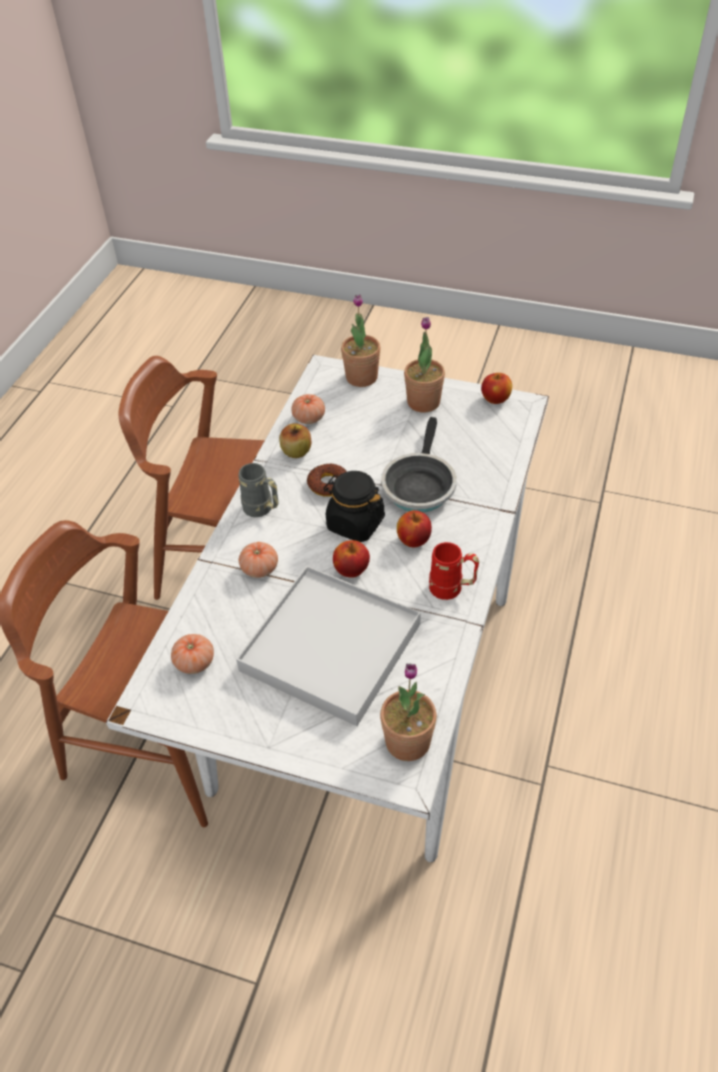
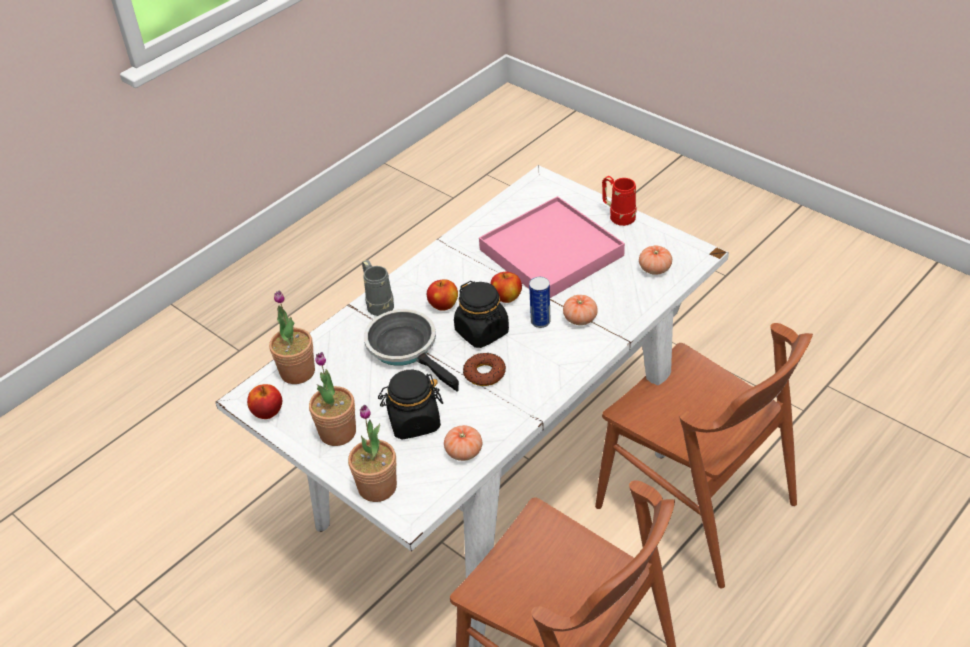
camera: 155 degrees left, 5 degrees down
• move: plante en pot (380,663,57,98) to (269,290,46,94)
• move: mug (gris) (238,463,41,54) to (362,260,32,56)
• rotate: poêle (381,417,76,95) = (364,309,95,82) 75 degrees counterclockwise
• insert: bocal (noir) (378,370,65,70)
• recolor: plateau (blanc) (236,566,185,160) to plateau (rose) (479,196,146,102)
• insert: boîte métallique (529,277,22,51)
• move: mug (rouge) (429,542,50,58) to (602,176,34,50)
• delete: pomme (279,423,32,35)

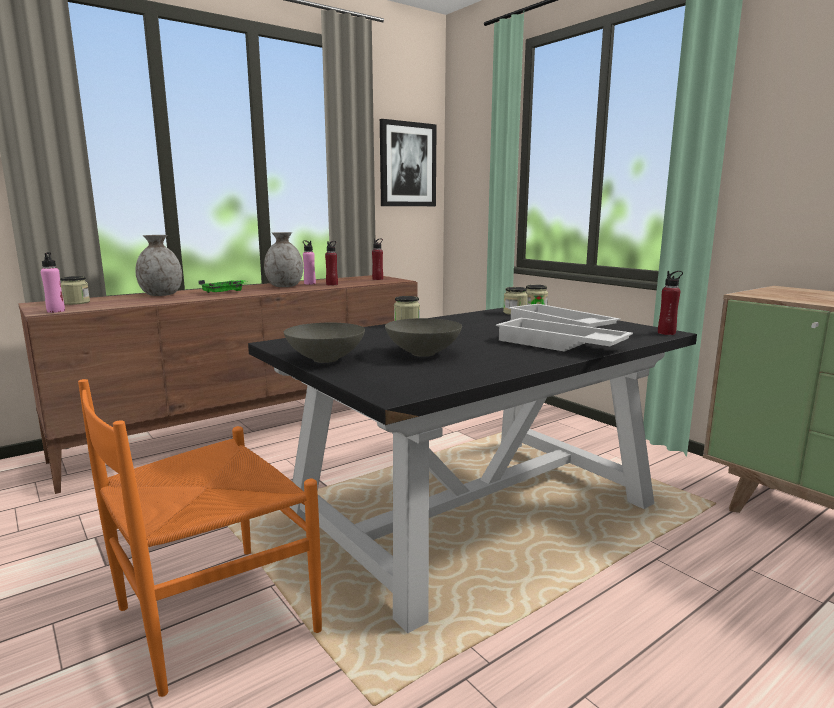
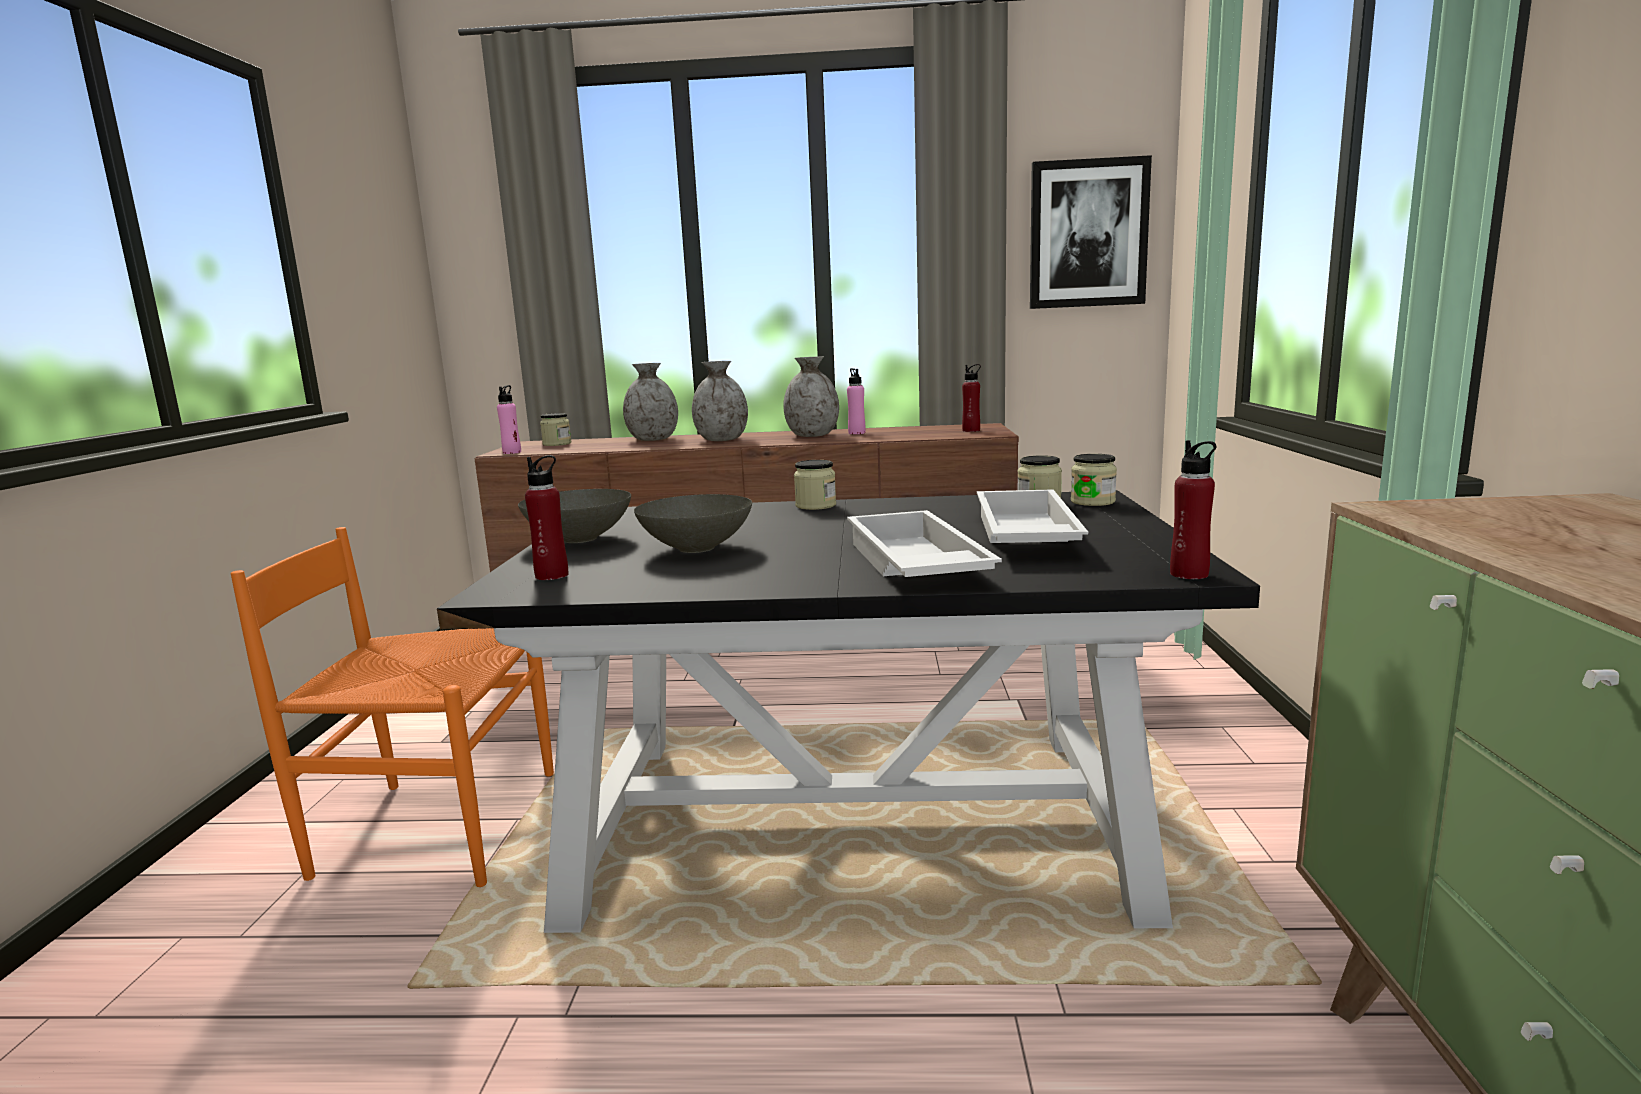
camera: 40 degrees right, 0 degrees up
• move: bouteille (rouge) (325,241,13,45) to (525,455,43,125)
• replace: plateau (vert) (199,280,46,13) to vase (gris) (692,361,56,80)

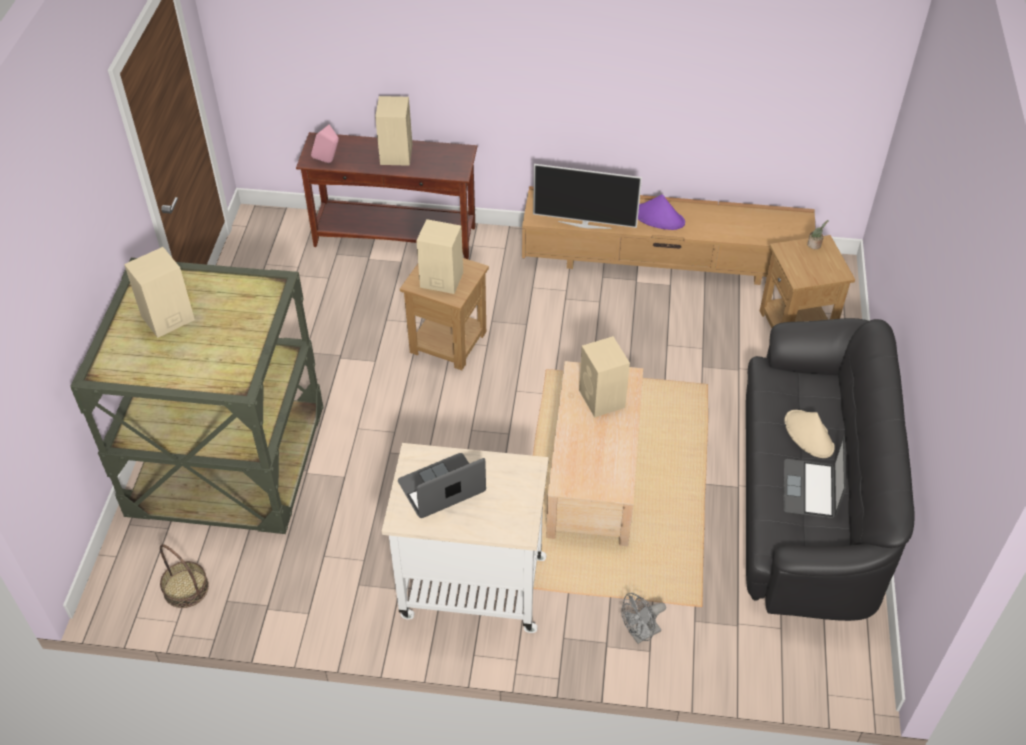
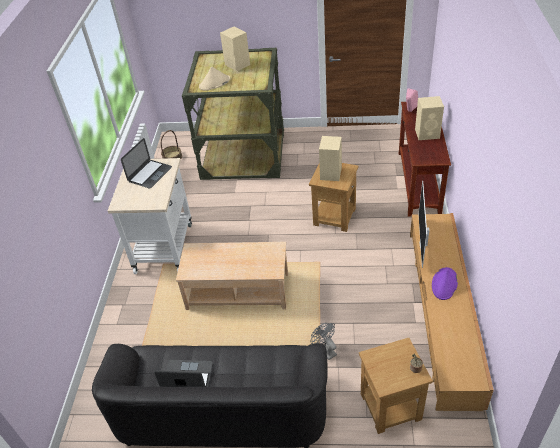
camera: 90 degrees right, 5 degrees down
• rotate: ordinateur portable (398,453,88,65) = (121,138,51,51) 60 degrees clockwise
• move: chapeau (beige) (784,410,51,48) to (199,67,31,24)
• move: ventilateur (gris) (621,593,45,51) to (310,323,27,37)
• delete: enceinte (beige) (579,336,51,82)

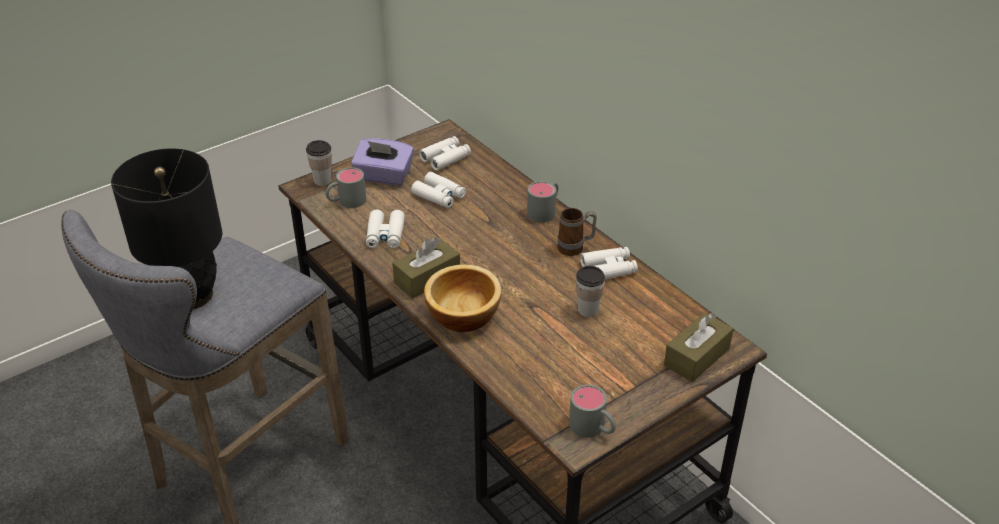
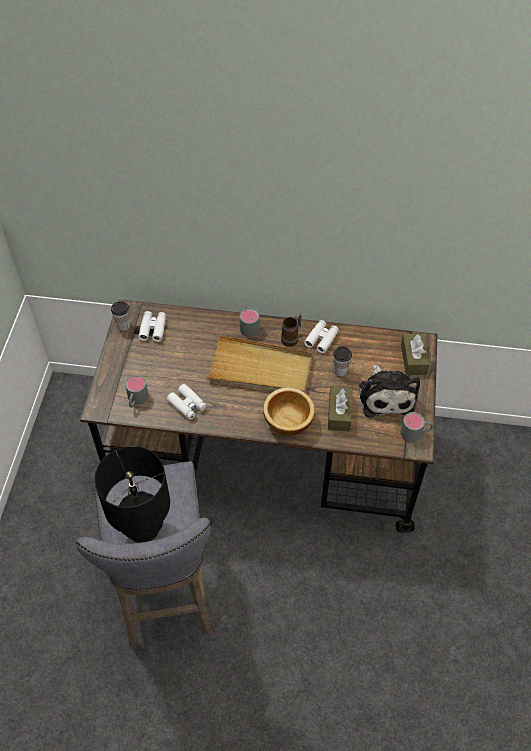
camera: 45 degrees left, 15 degrees up
• move: tasse (306,140,26,46) to (111,301,19,30)
• insert: plateau (beige) (207,335,106,58)
• move: boîte à mouchoirs (marron) (392,237,68,61) to (328,386,25,45)
• insert: peluche (359,363,61,55)
• delete: boîte à mouchoirs (violet) (351,138,63,47)
• delete: jumelles (blanc) (411,172,55,36)

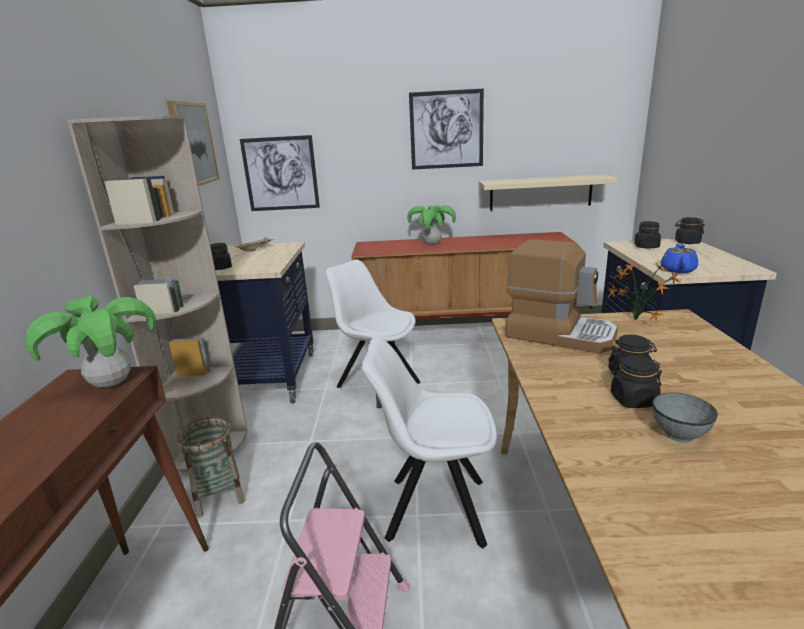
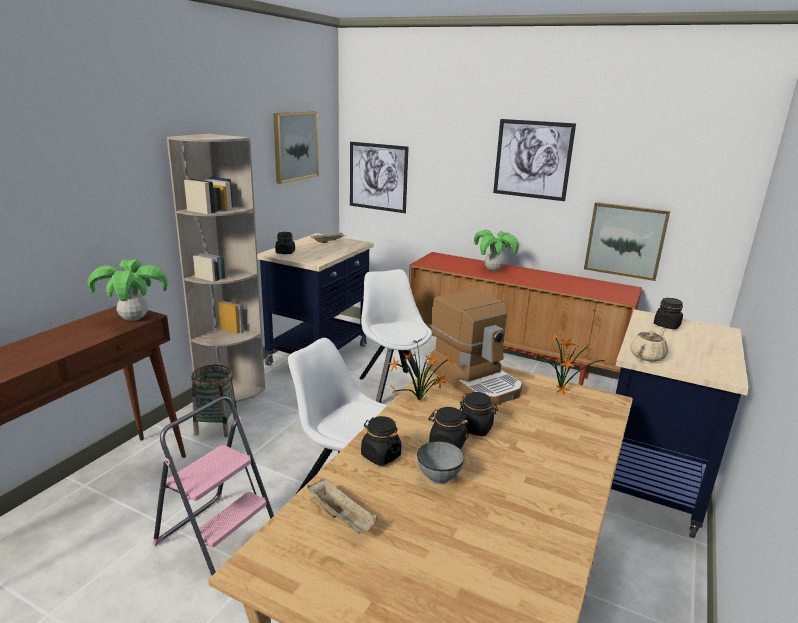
camera: 25 degrees right, 0 degrees up
• insert: plateau (beige) (307,479,70,55)
• move: bocal (noir) (675,217,30,27) to (361,416,40,50)
• insert: plante en pot (389,338,67,62)
• replace: étagère (beige) (479,174,139,37) to tableau (584,202,86,79)
• recolor: théière (bleu) (661,244,37,29) to théière (beige) (630,329,38,33)

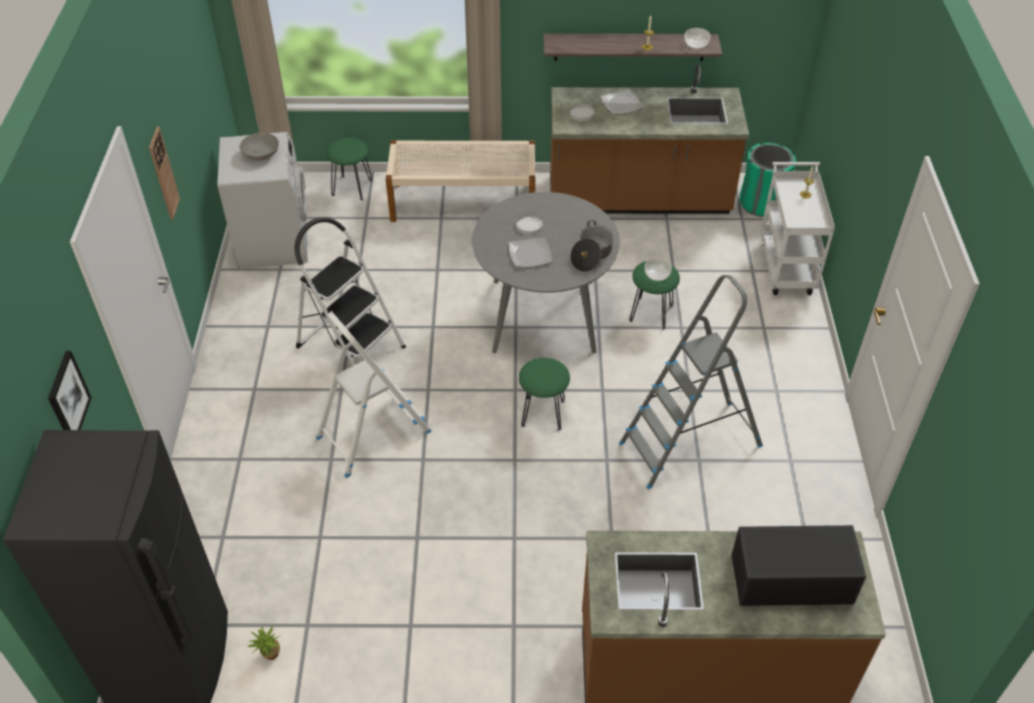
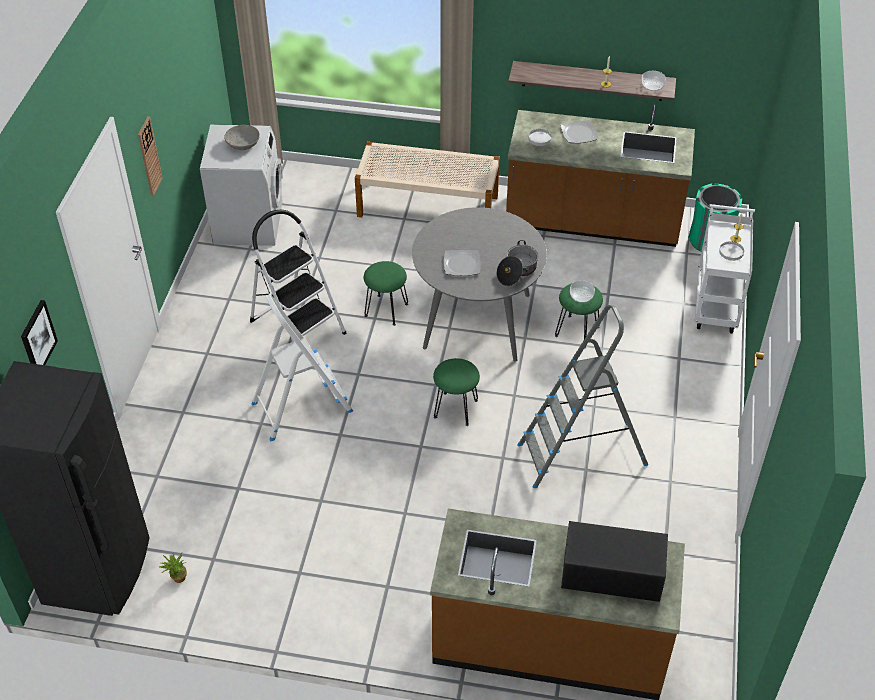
camera: 10 degrees right, 0 degrees up
• move: tabouret (vert) (326,138,47,62) to (364,261,44,65)
• move: assiette (blanc) (516,214,27,20) to (719,241,25,20)

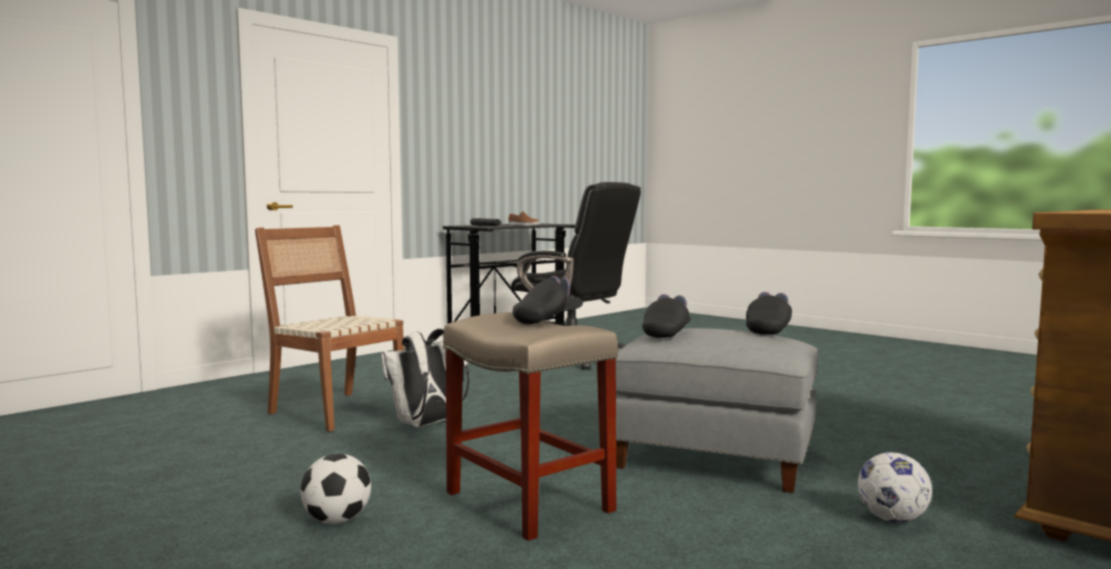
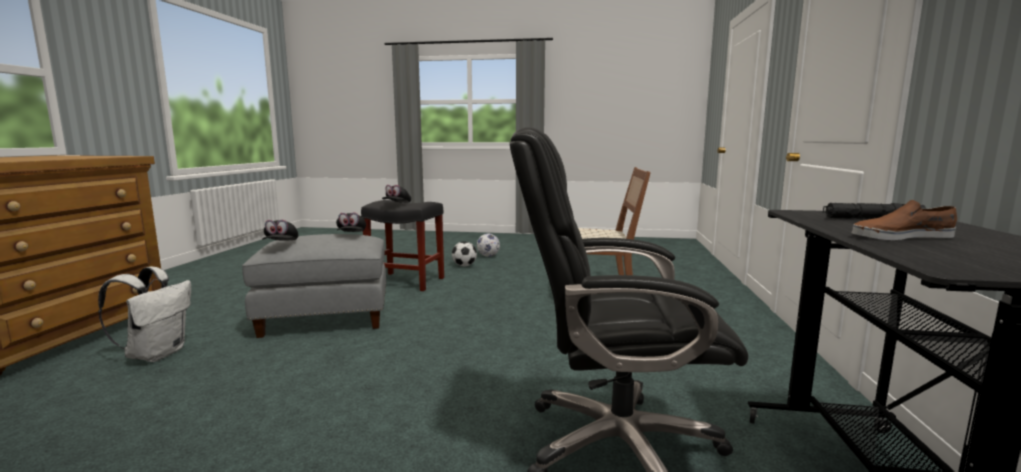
camera: 145 degrees right, 5 degrees up
• move: sac à dos (blanc) (381,328,89,99) to (98,267,93,95)
• recolor: tabouret (beige) (443,312,175,229) to tabouret (noir) (361,200,83,91)
• move: ballon de foot (858,452,74,71) to (477,234,23,23)

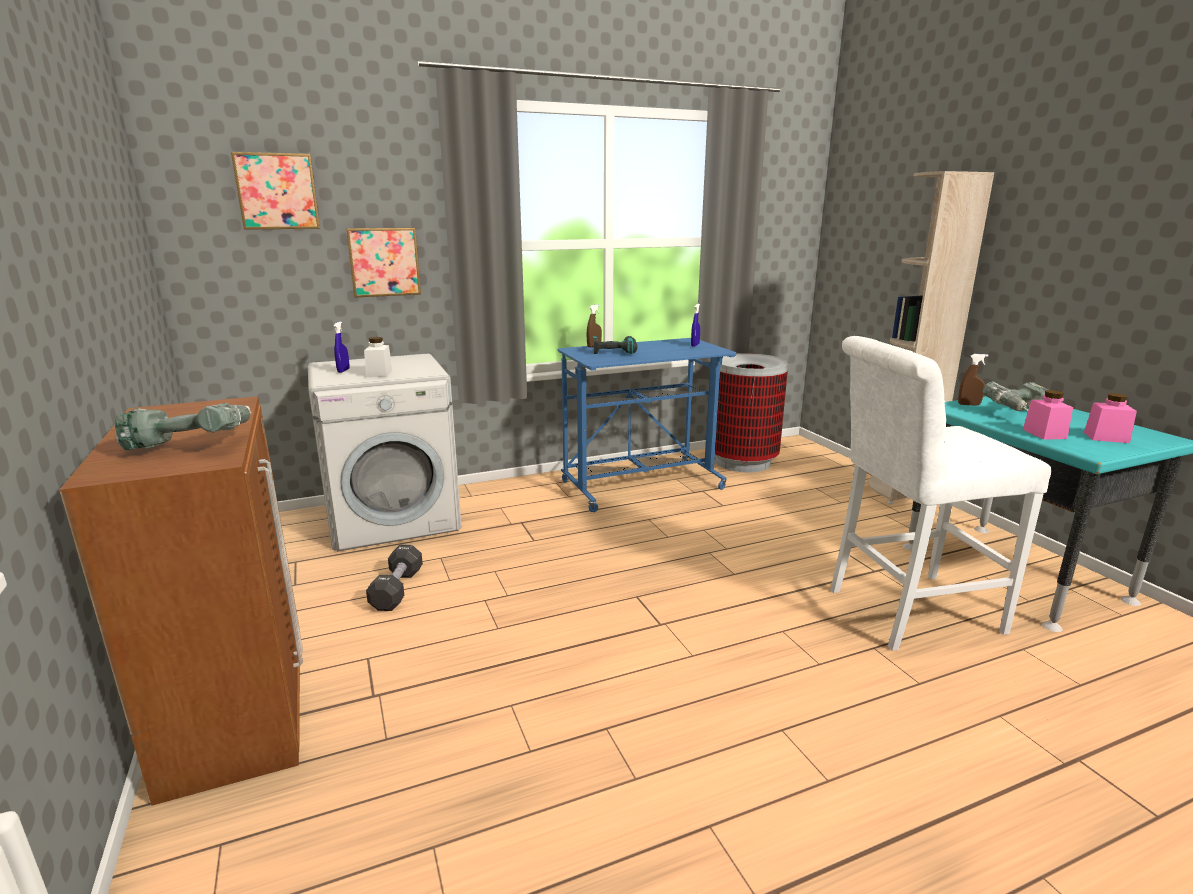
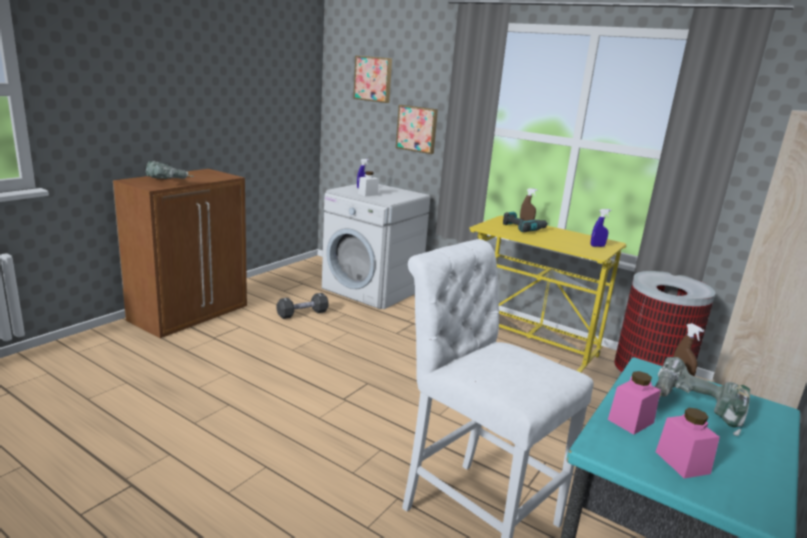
camera: 55 degrees right, 0 degrees up
• recolor: bureau (bleu) (558,338,178,174) to bureau (jaune) (469,216,158,156)

